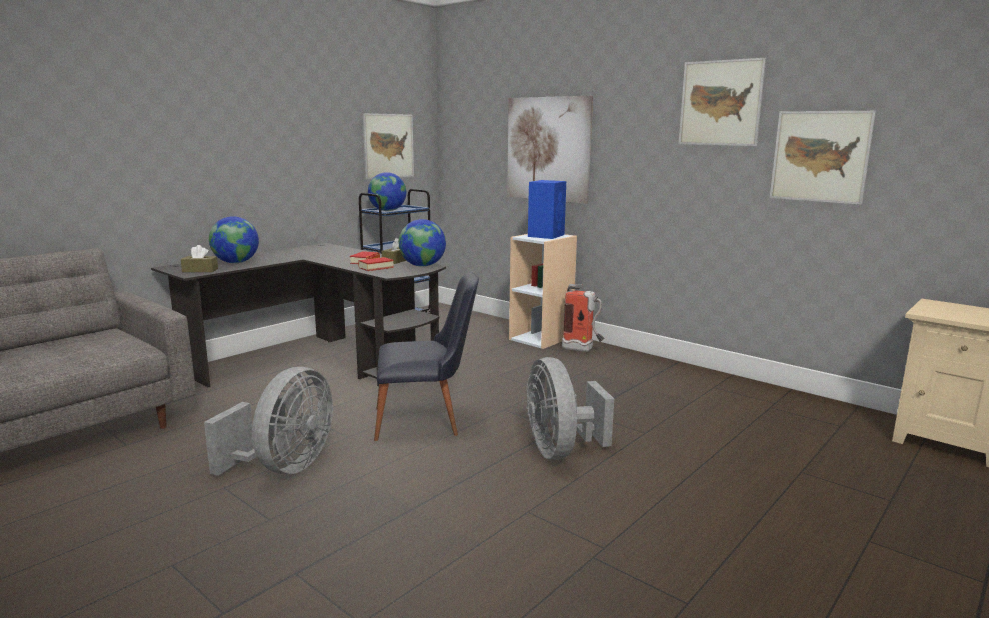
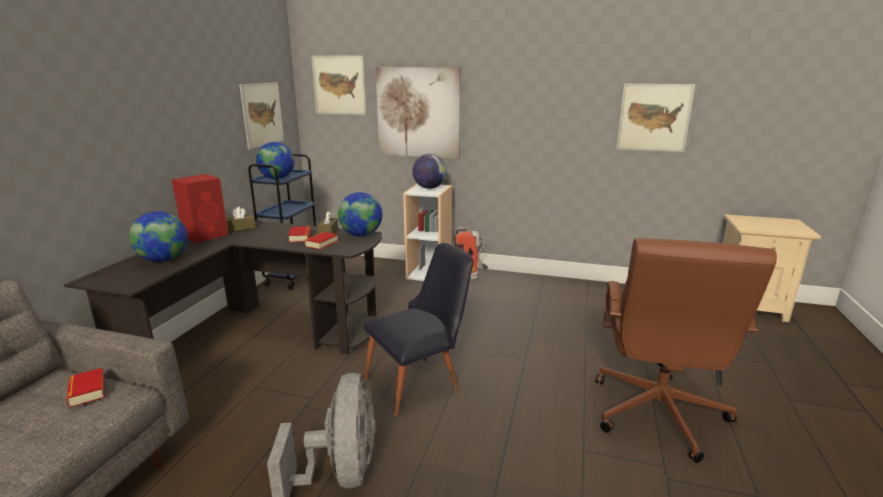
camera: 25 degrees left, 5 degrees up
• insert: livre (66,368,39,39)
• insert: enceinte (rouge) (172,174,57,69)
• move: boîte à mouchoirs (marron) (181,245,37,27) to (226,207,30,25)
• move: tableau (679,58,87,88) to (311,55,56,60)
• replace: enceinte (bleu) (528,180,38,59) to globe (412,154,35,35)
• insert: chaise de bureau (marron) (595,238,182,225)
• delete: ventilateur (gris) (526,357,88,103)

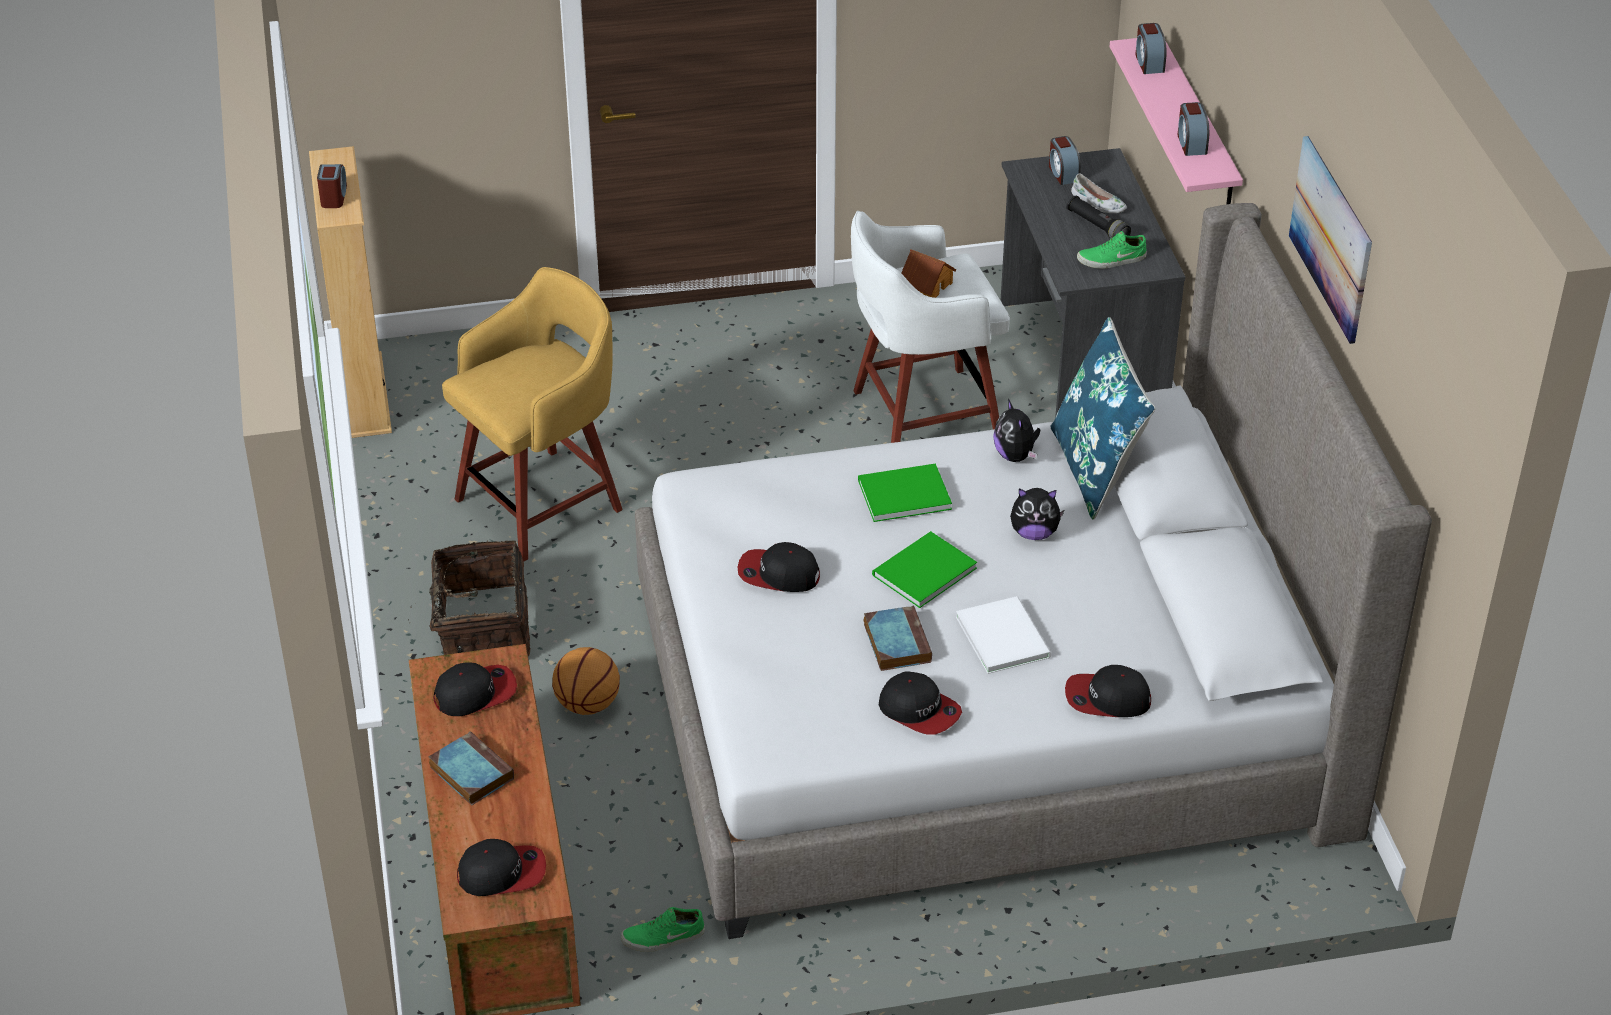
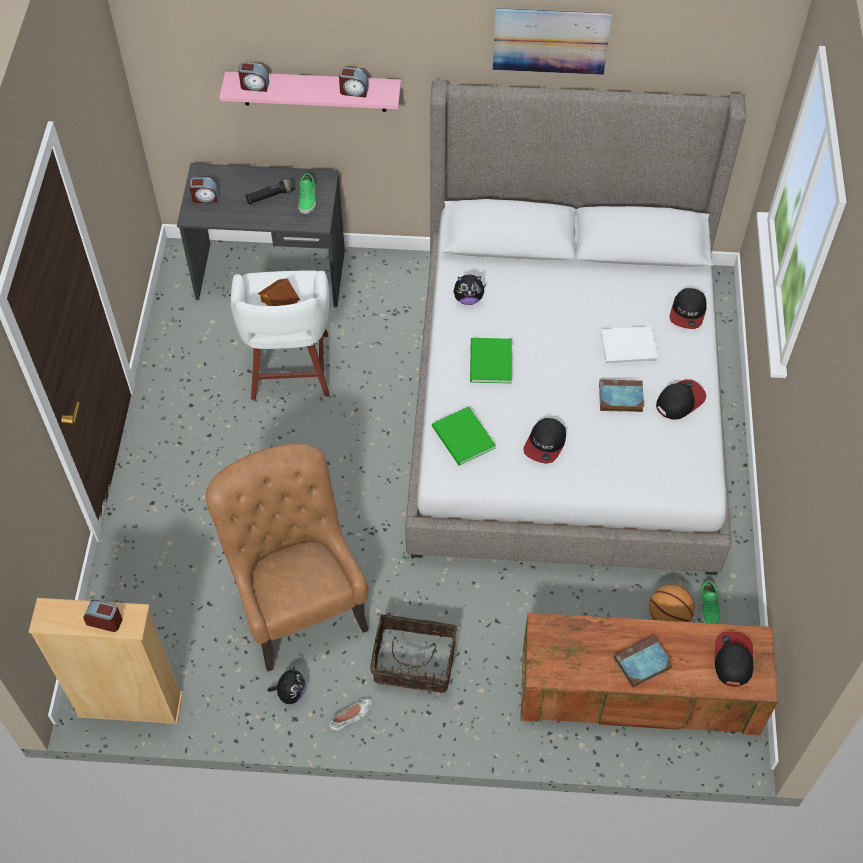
camera: 75 degrees left, 15 degrees up
• replace: tabouret (jaune) (442,267,181,295) to chaise (marron) (206,444,163,228)
• move: peluche (1010,488,54,52) to (268,666,38,38)
• move: chaussure (blanc) (1071,174,56,39) to (330,698,42,33)
• move: livre (vert) (872,531,105,77) to (432,406,64,60)
• move: ballon de basket (552,647,68,68) to (649,584,46,38)
• delete: casquette (433,662,84,54)
• delete: coussin (bleu) (1050,317,106,203)

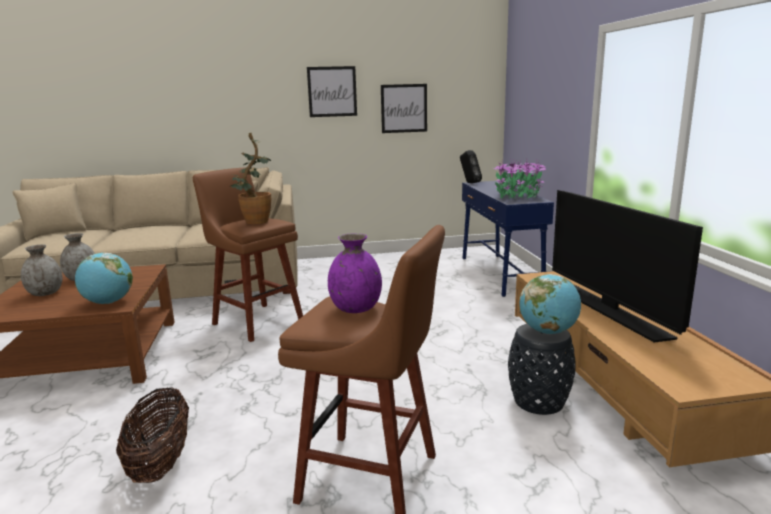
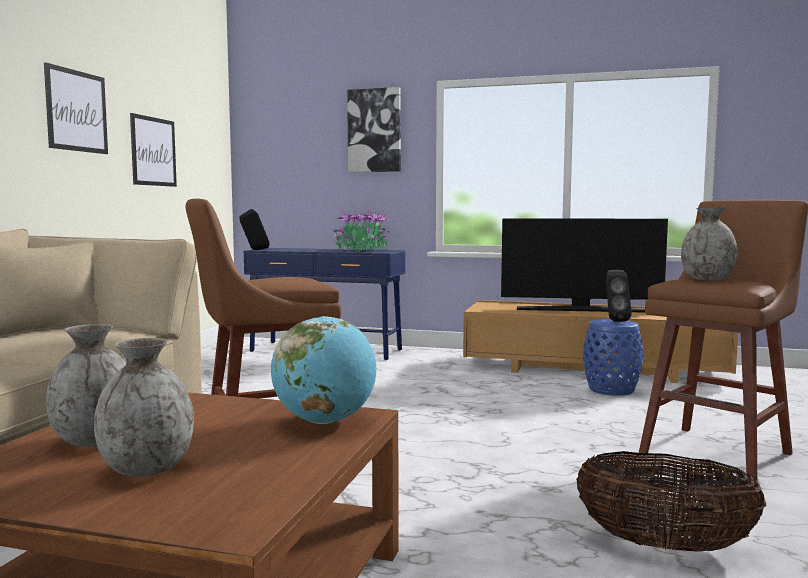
camera: 65 degrees left, 10 degrees down
• insert: tableau (347,87,54,85)
• recolor: tabouret (noir) (508,324,68,91) to tabouret (bleu) (583,319,60,76)
• replace: globe (519,274,62,60) to enceinte (noir) (606,270,26,52)
• recolor: vase (violet) (328,233,54,80) to vase (gris) (681,208,57,73)
• delete: plante en pot (230,133,41,91)

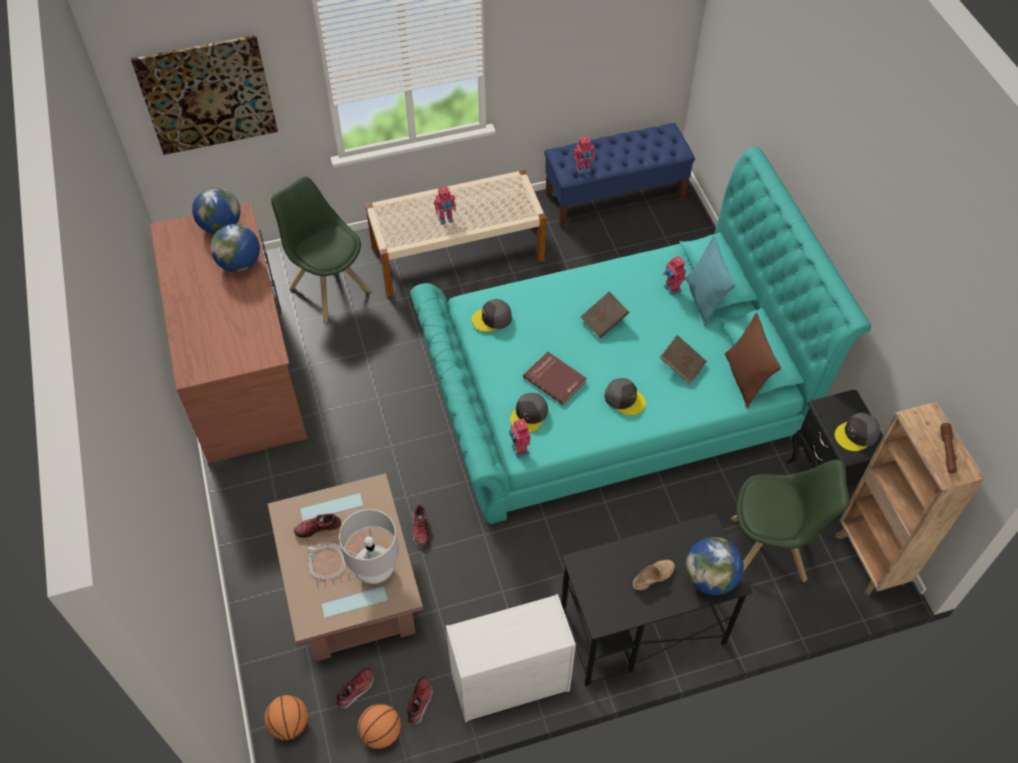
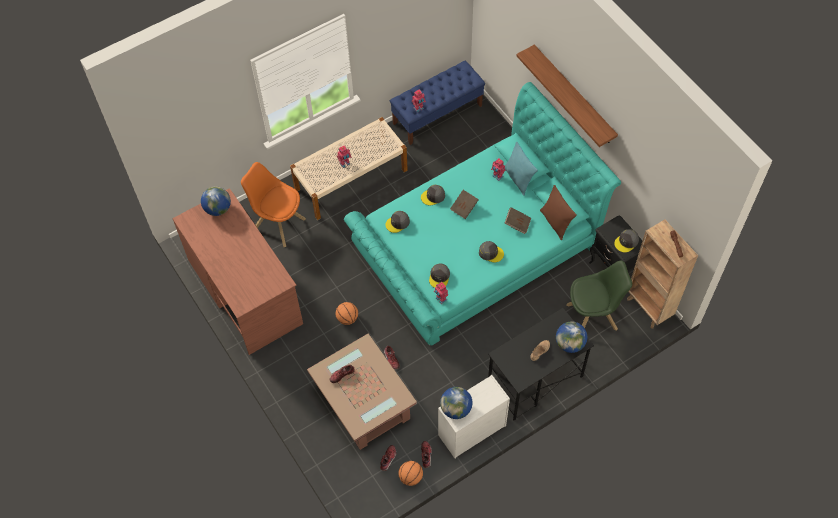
camera: 15 degrees left, 5 degrees up
• recolor: chaise (vert) (271,177,100,145) to chaise (orange) (241,162,65,85)
• move: ballon de basket (264,695,44,45) to (336,302,22,23)
• insert: casquette (gris) (421,185,24,20)
• move: globe (211,224,49,48) to (440,387,33,32)
• insert: étagère (517,45,101,102)
• delete: tableau (131,35,147,120)
• delete: lampe de table (blanc) (308,509,91,75)
• delete: livre (rouge) (523,352,64,53)

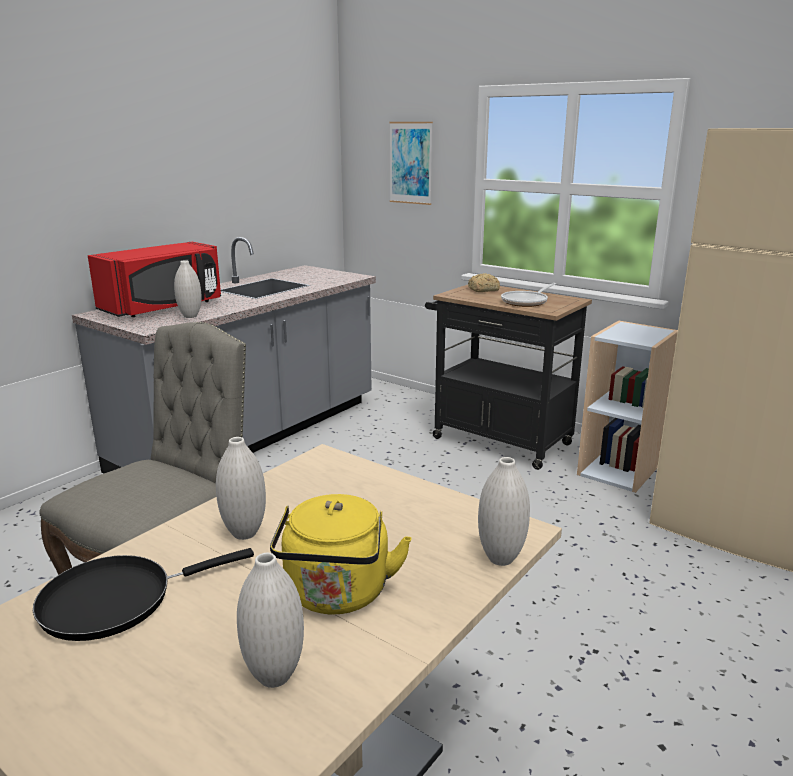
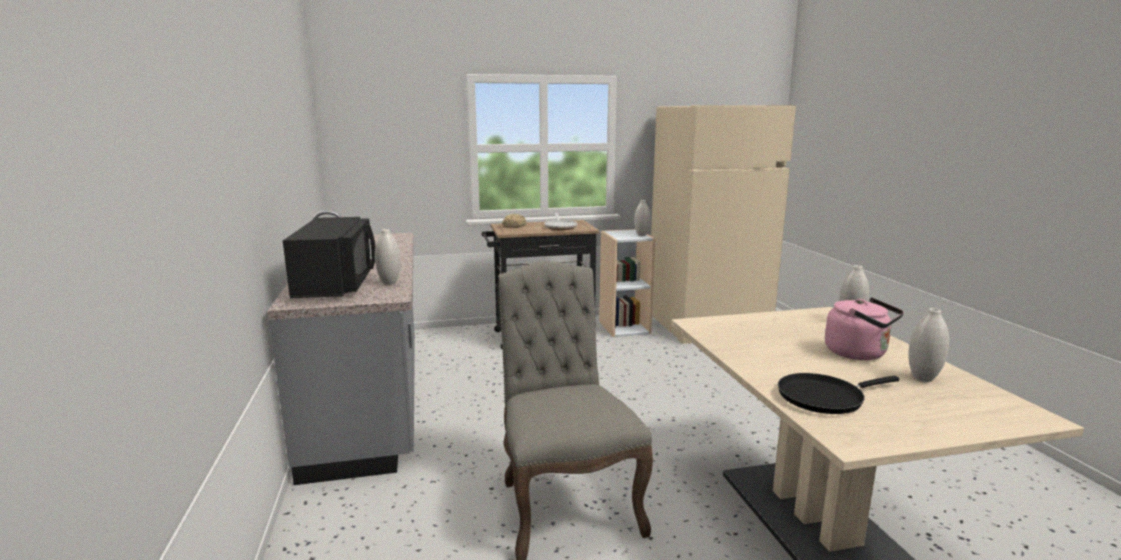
camera: 50 degrees left, 5 degrees down
• recolor: micro-ondes (rouge) (88,242,133,75) to micro-ondes (noir) (283,217,92,81)
• move: vase (blanc) (216,437,50,103) to (634,200,17,36)
• rotate: poêle (noir) (33,548,221,93) = (778,373,121,41) 60 degrees clockwise
• recolor: bouilloire (jaune) (270,494,142,120) to bouilloire (rose) (825,297,79,63)
• delete: tableau (389,122,44,83)

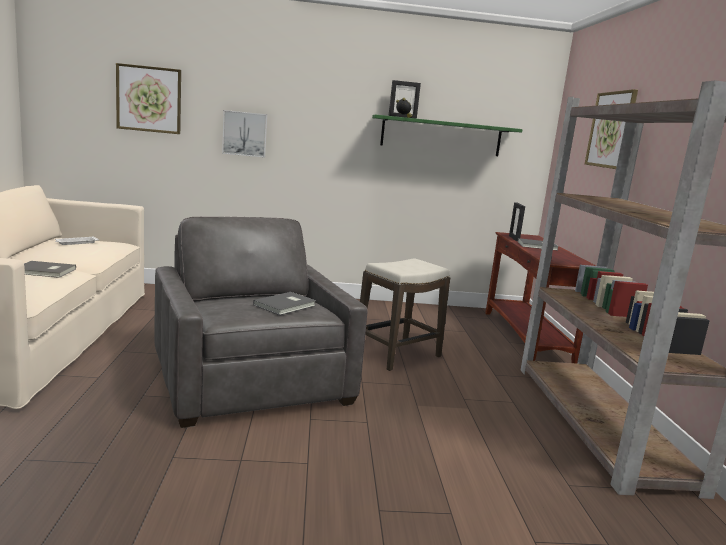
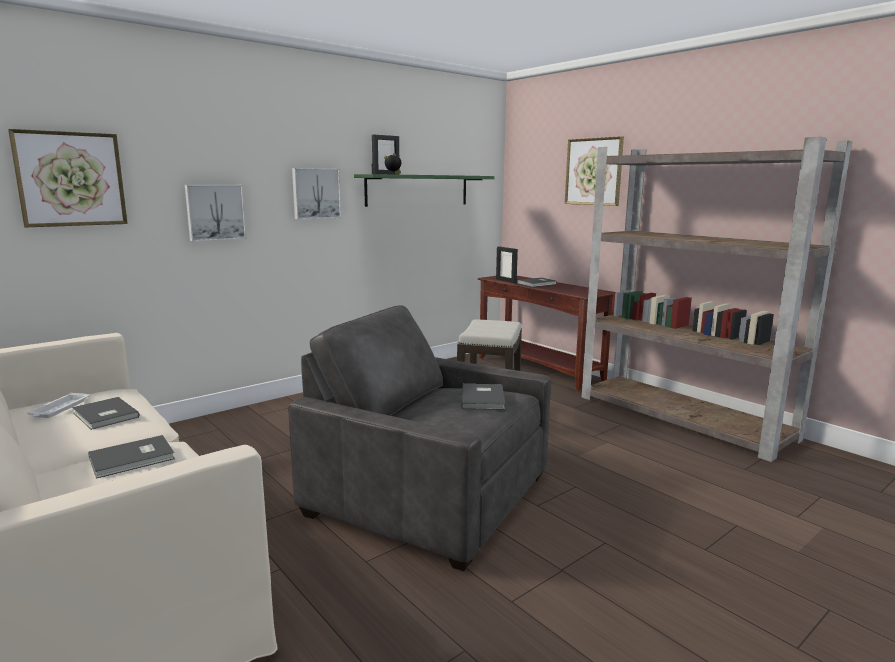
camera: 35 degrees left, 0 degrees up
• insert: livre (gris) (72,397,67,33)
• insert: tableau (292,168,49,52)

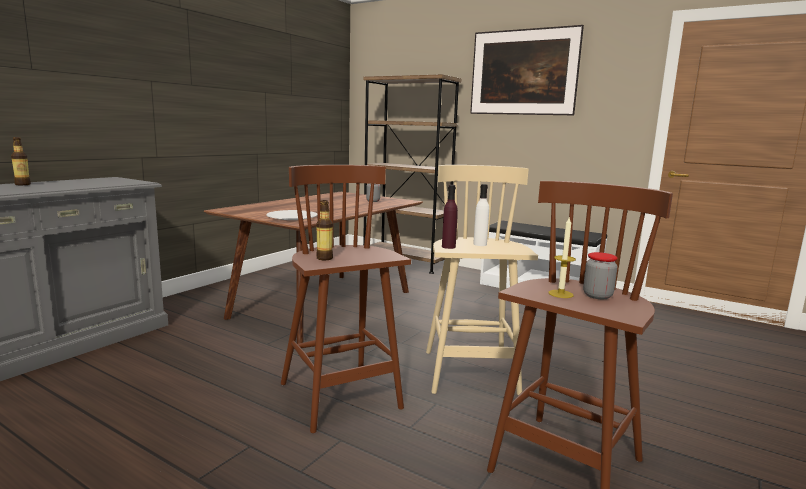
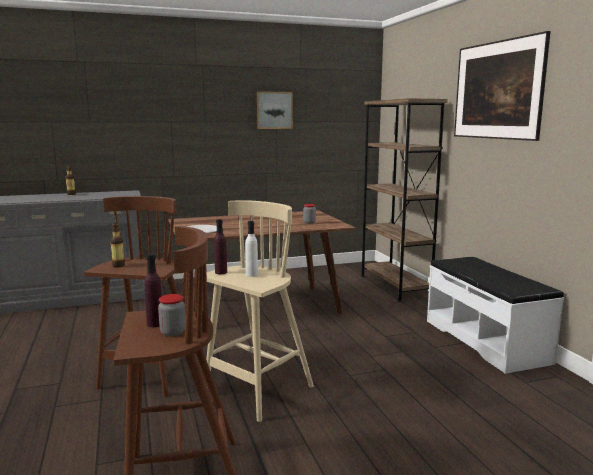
camera: 40 degrees right, 0 degrees up
• replace: bougie (549,216,27,82) to bouteille (violet) (144,254,18,73)
• insert: tableau (257,91,36,38)

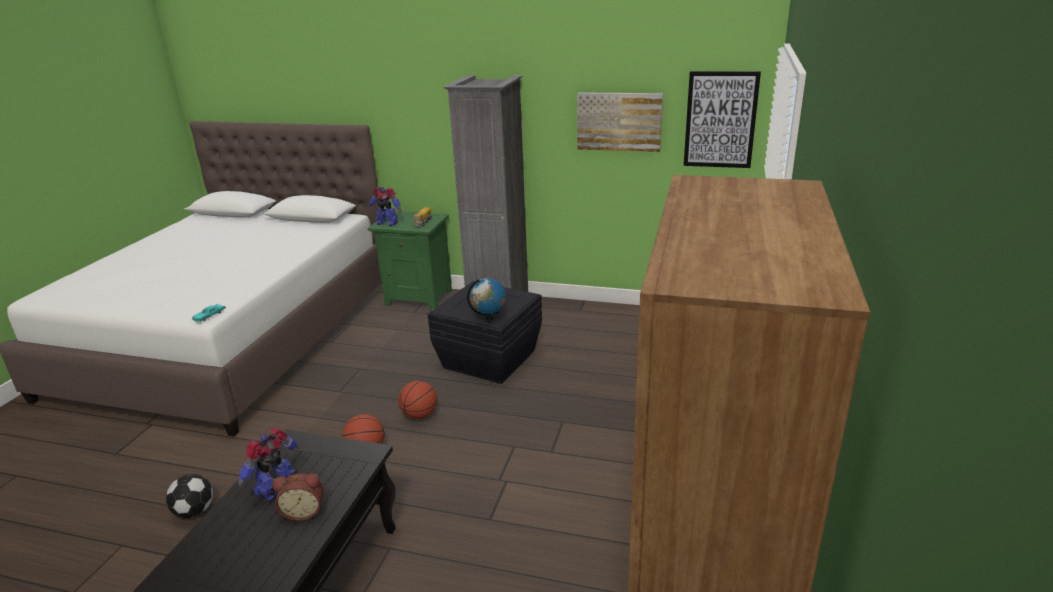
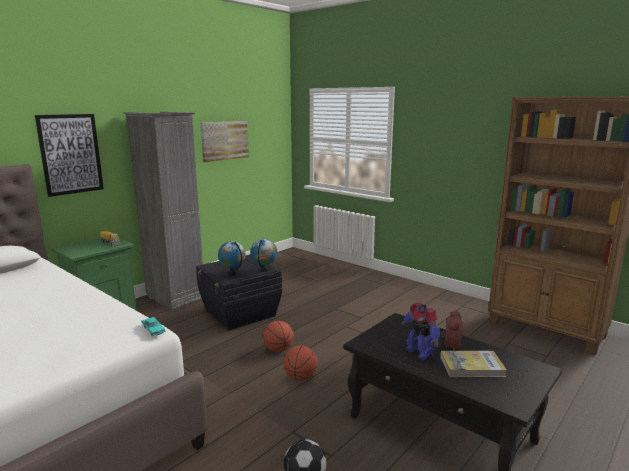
camera: 65 degrees left, 10 degrees down
• move: tableau (684,71,77,97) to (35,114,69,83)
• insert: globe (218,241,27,34)
• insert: livre (440,351,67,26)
• delete: robot jouet (368,187,33,39)

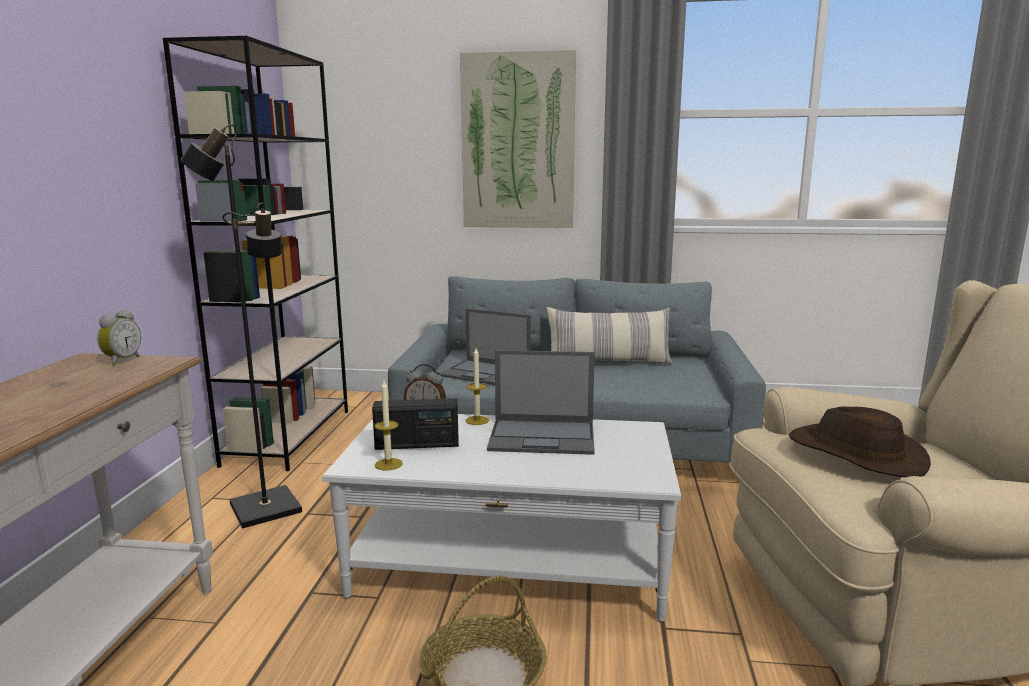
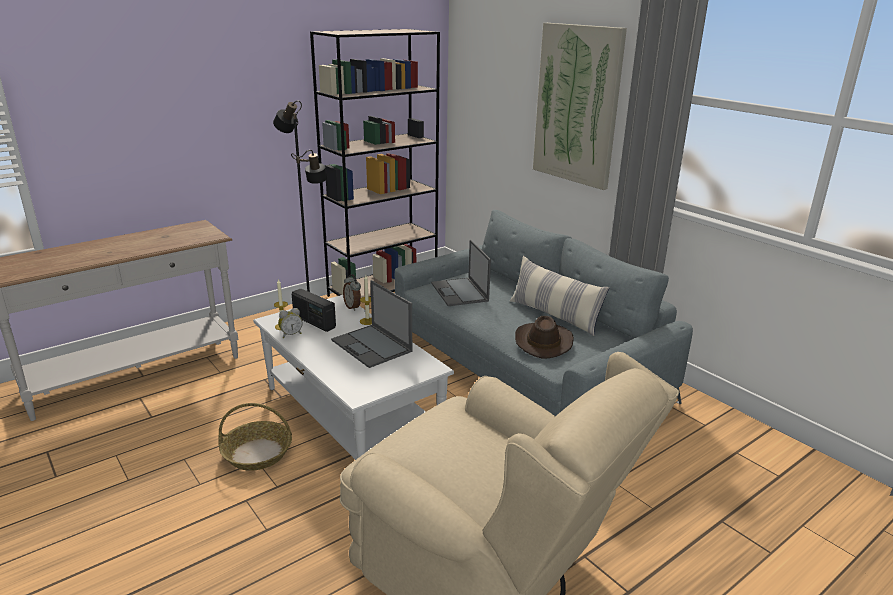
camera: 45 degrees right, 10 degrees up
• move: réveil (97,309,44,57) to (278,308,25,30)
• move: chapeau (marron) (789,407,142,71) to (515,316,59,43)

